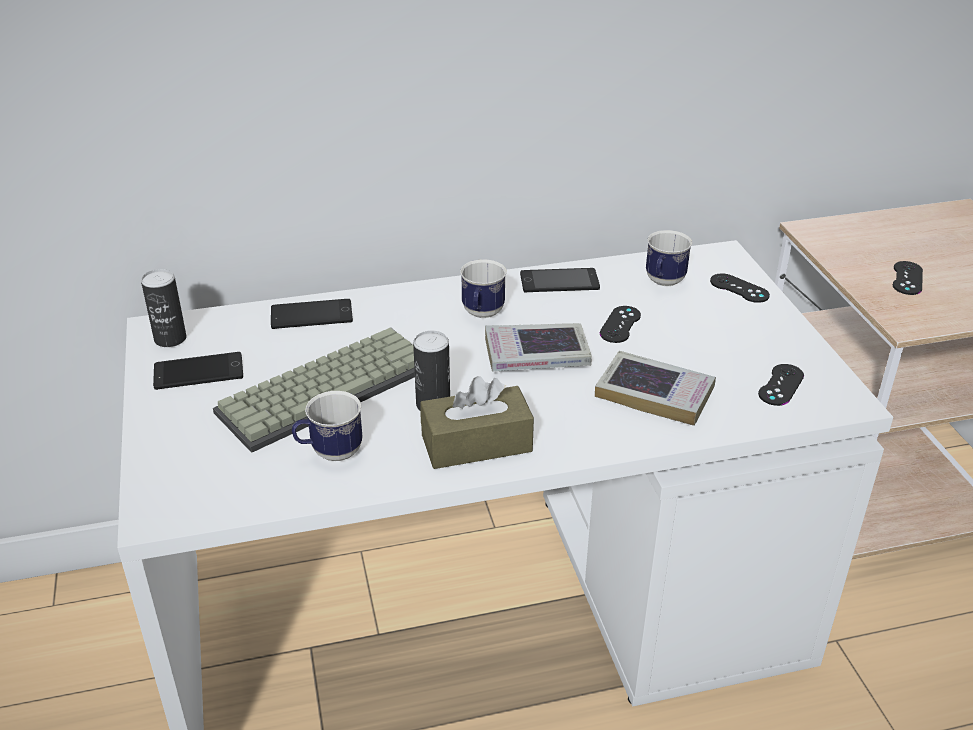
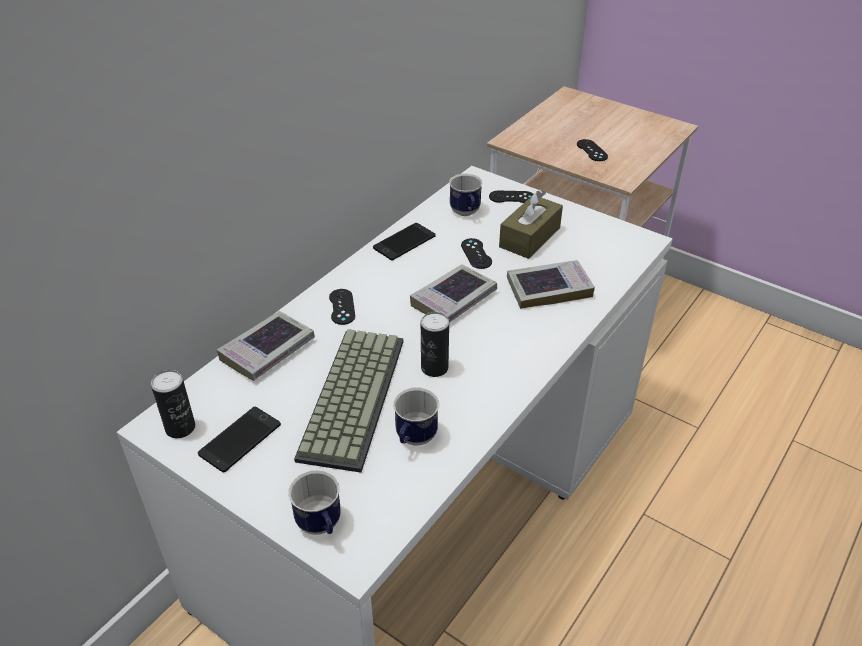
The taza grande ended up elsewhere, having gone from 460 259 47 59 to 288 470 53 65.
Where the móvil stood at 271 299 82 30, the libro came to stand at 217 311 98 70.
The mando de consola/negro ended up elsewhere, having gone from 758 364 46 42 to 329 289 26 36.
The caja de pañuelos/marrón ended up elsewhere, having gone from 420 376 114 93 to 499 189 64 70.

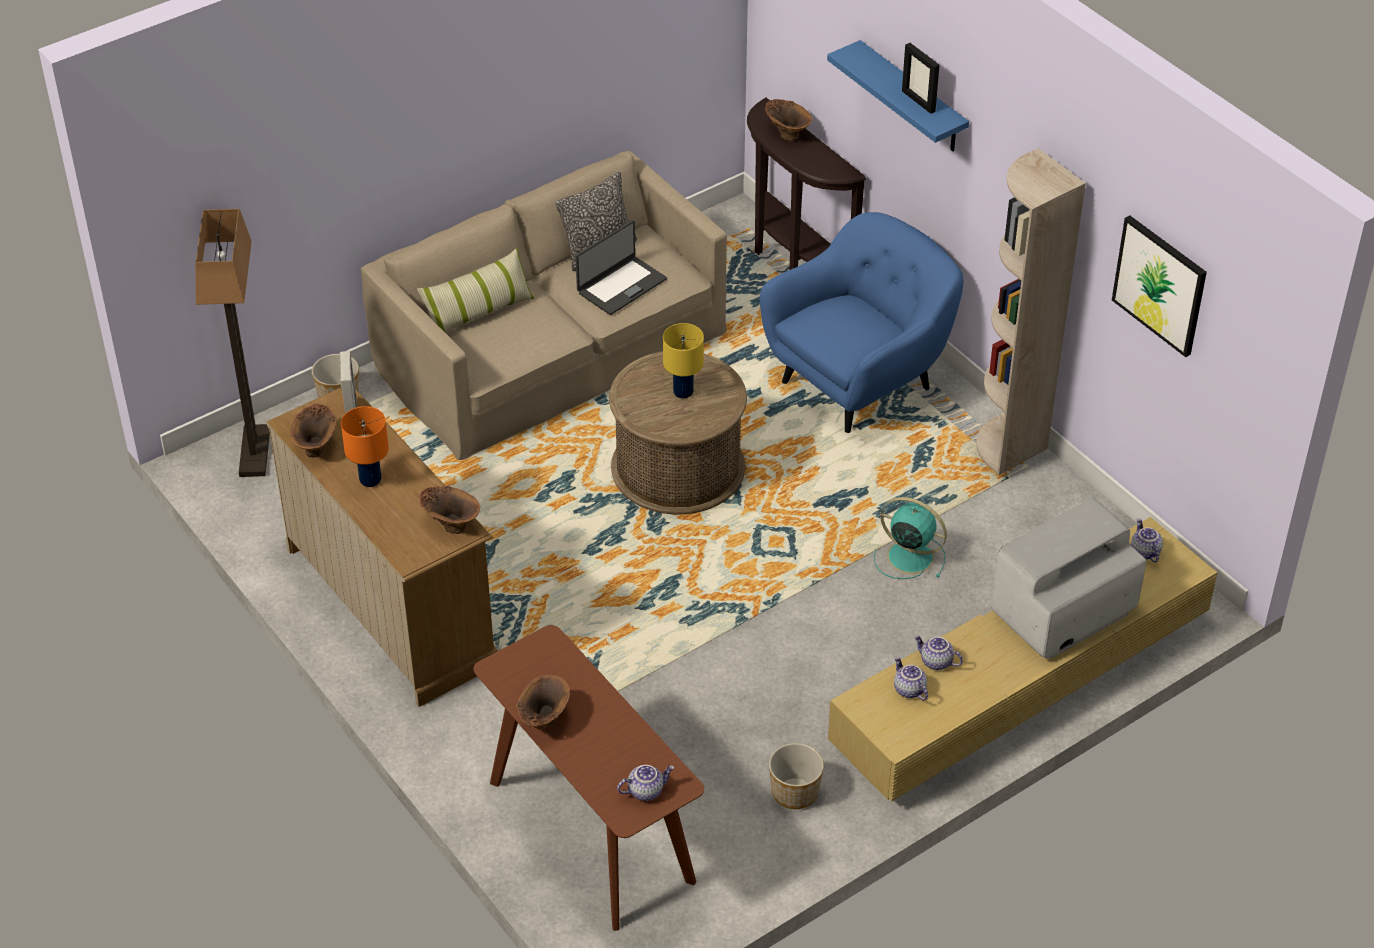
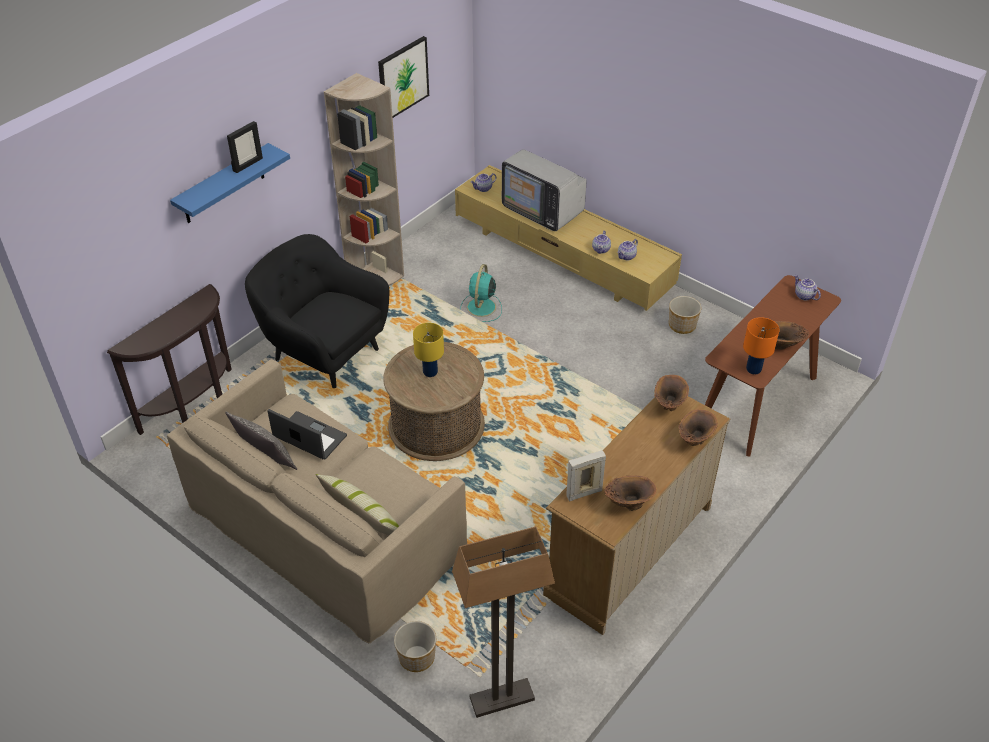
The florero/marrón ended up elsewhere, having gone from 765 99 47 43 to 678 409 40 37.
What was the sillón/azul at 760 212 203 221 turned into the sillón/negro at 245 234 145 154.
The lámpara de mesa/naranja ended up elsewhere, having gone from 341 406 48 81 to 743 317 36 57.

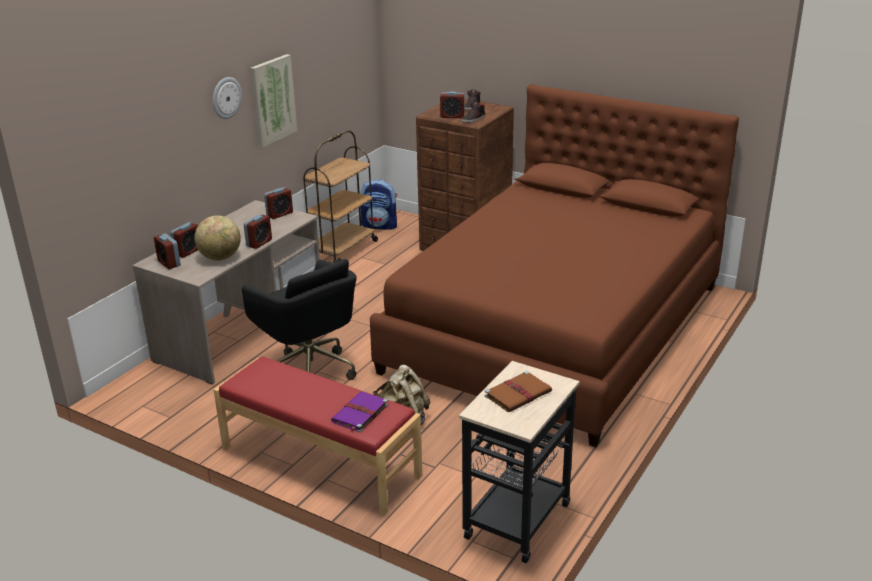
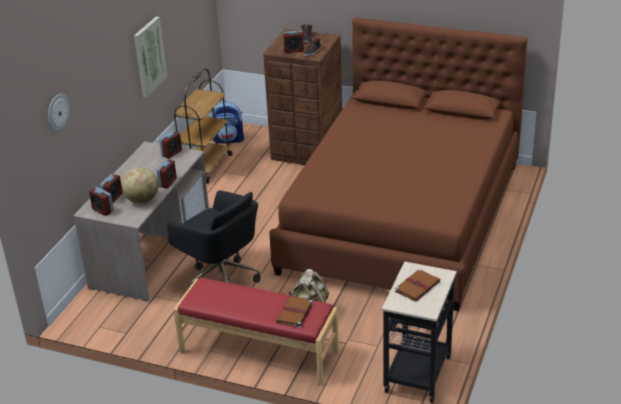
The reloj de pared ended up elsewhere, having gone from 213 77 29 42 to 48 94 22 38.
What was the libro/morado at 331 392 57 41 turned into the libro/marrón at 276 296 37 33.

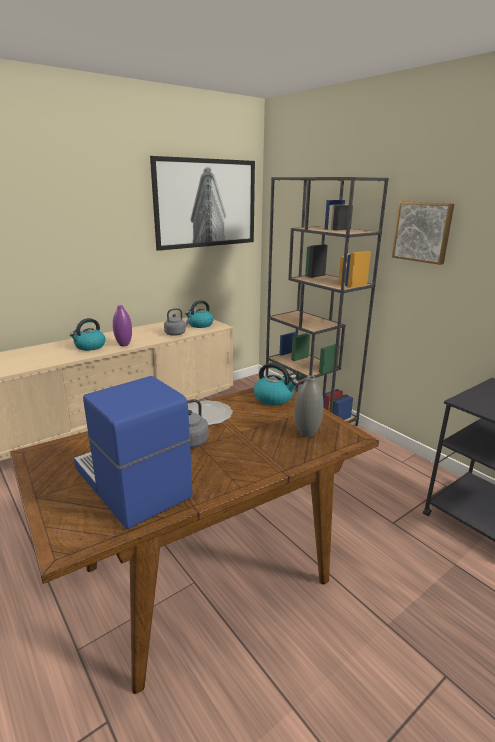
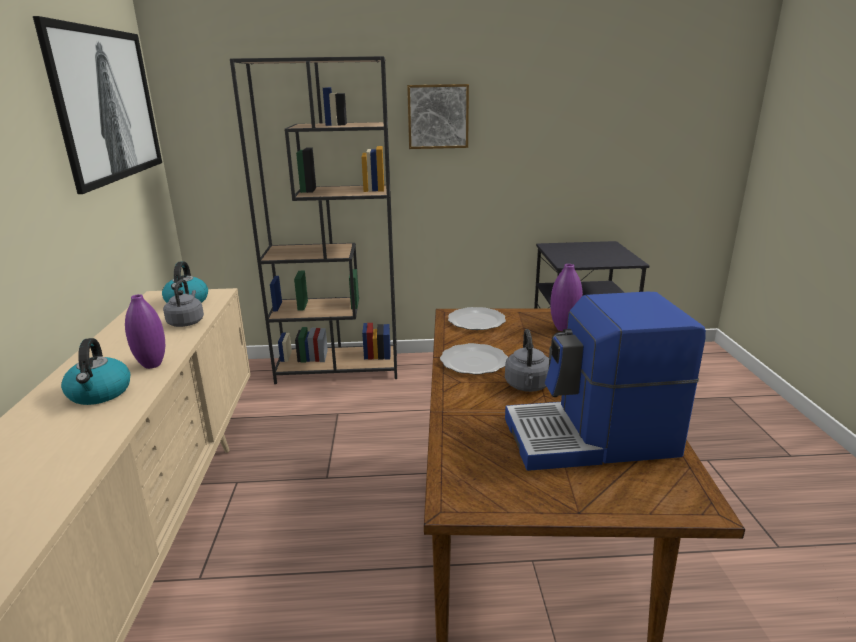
Where the hervidor stood at 254 362 45 43, the plato came to stand at 448 307 58 23.
What was the florero/gris at 294 376 30 61 turned into the florero/morado at 550 264 33 67.

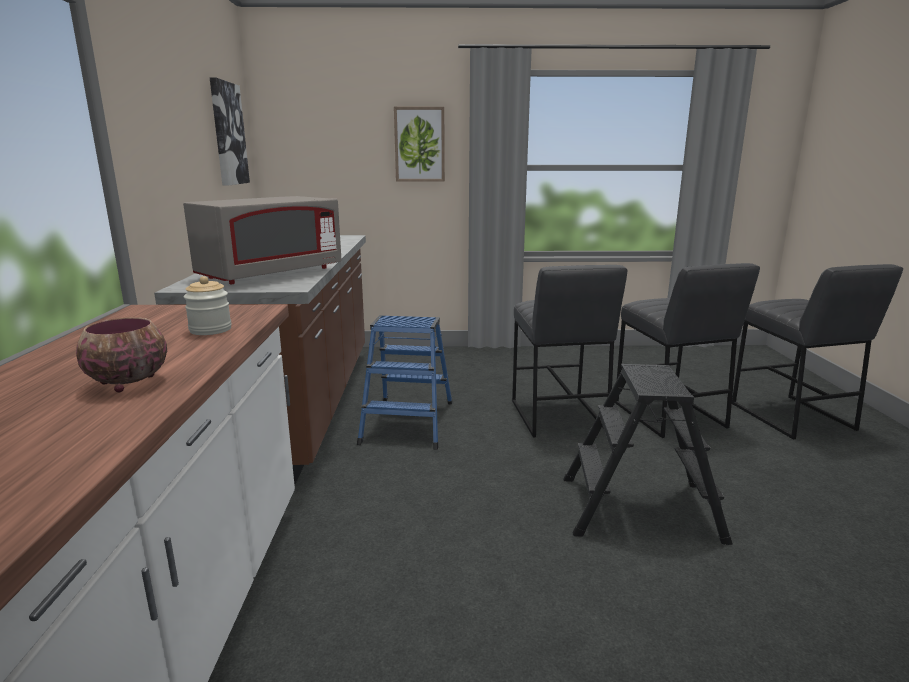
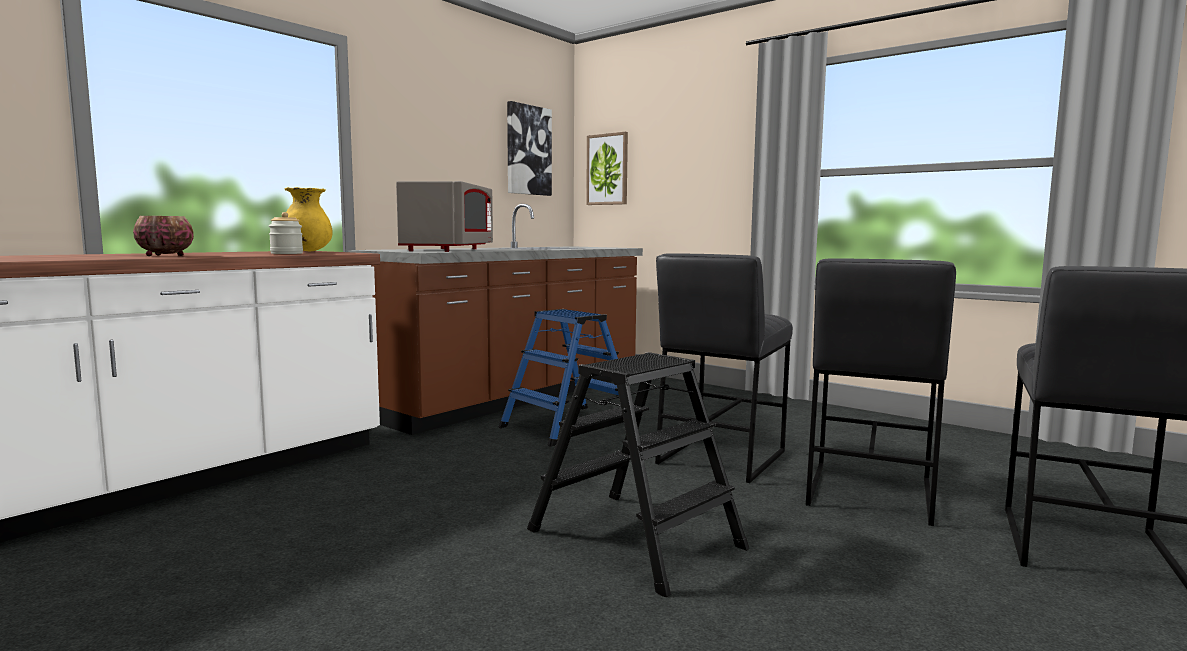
The cuadro ended up elsewhere, having gone from 394 107 51 75 to 586 132 42 73.
The microondas/gris at 183 196 158 88 ended up facing another way, 75 degrees counterclockwise from before.
The second view gained the florero/amarillo at 284 187 48 64.

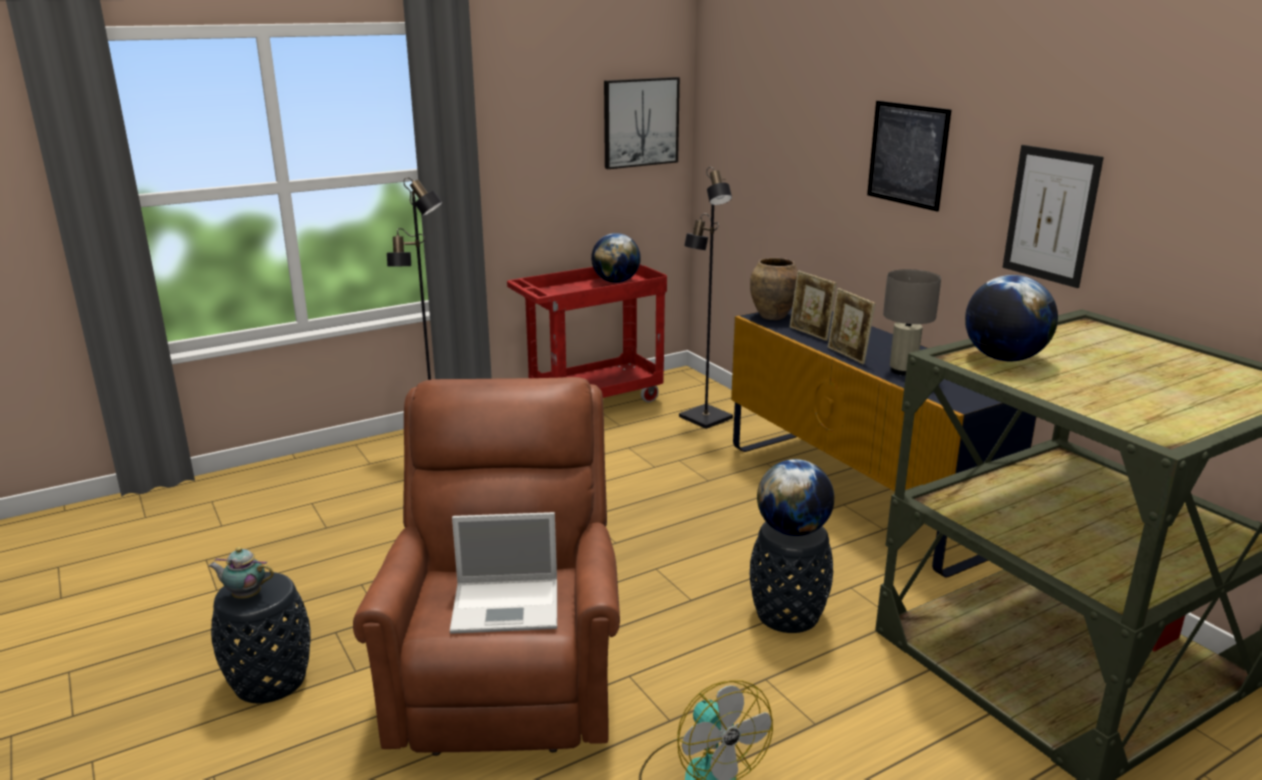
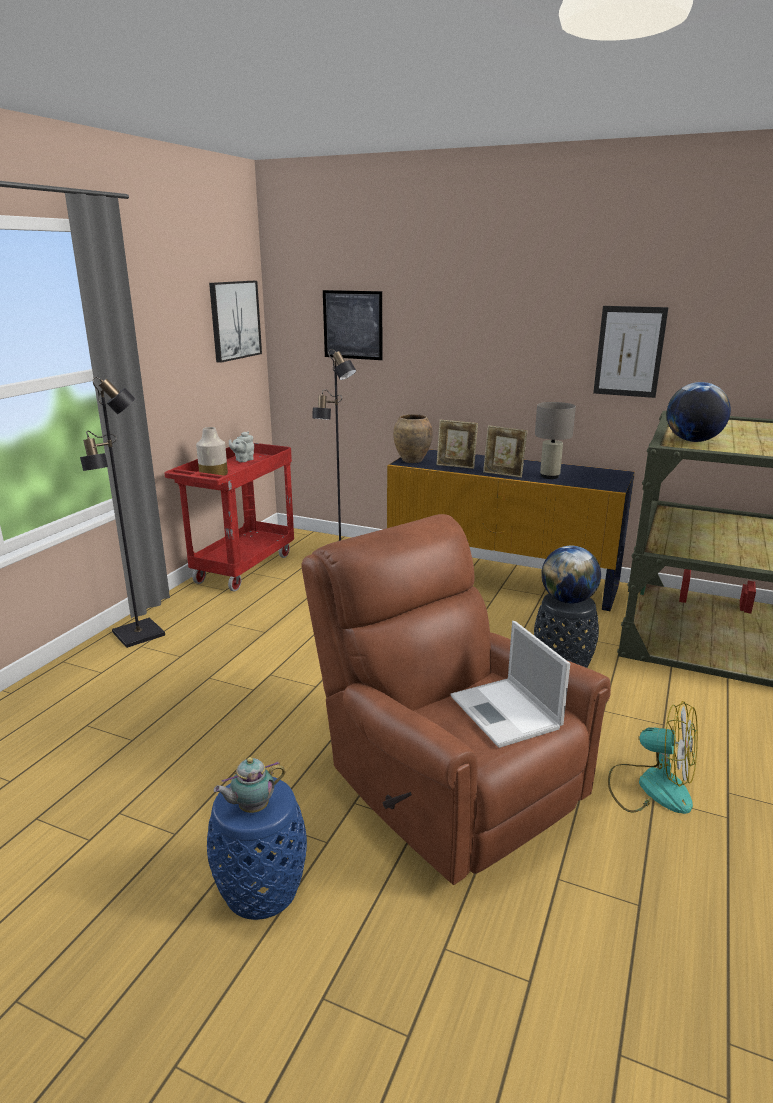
The cuadro ended up elsewhere, having gone from 867 101 84 110 to 323 290 59 70.
Where the globo terráqueo stood at 591 233 50 50, the tetera/gris came to stand at 229 431 25 31.
The portátil at 450 512 107 122 ended up facing another way, 105 degrees clockwise from before.
What was the taburete/negro at 211 572 100 131 turned into the taburete/azul at 207 777 100 143.
The second view gained the florero/beis at 196 427 32 49.

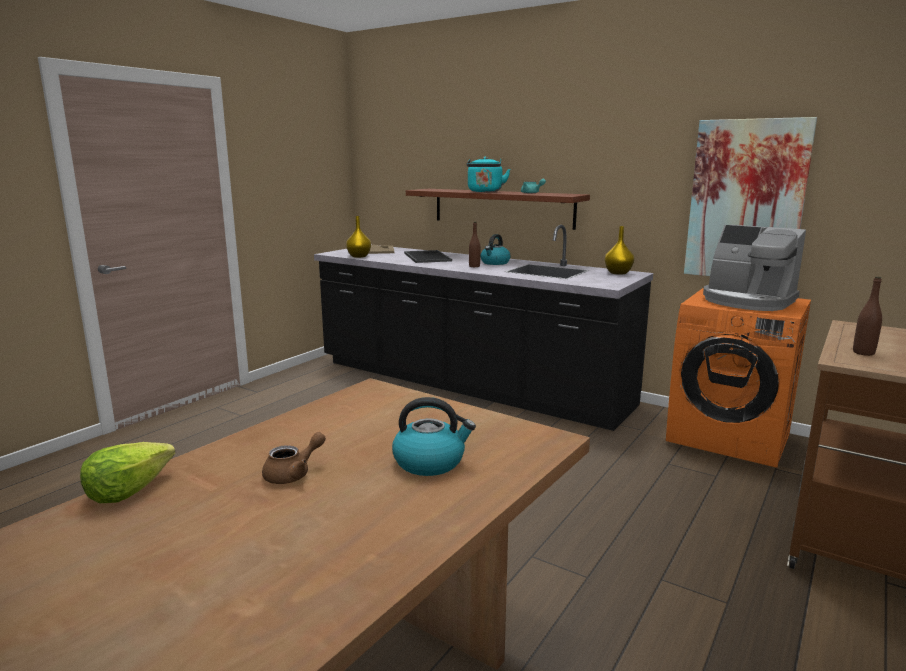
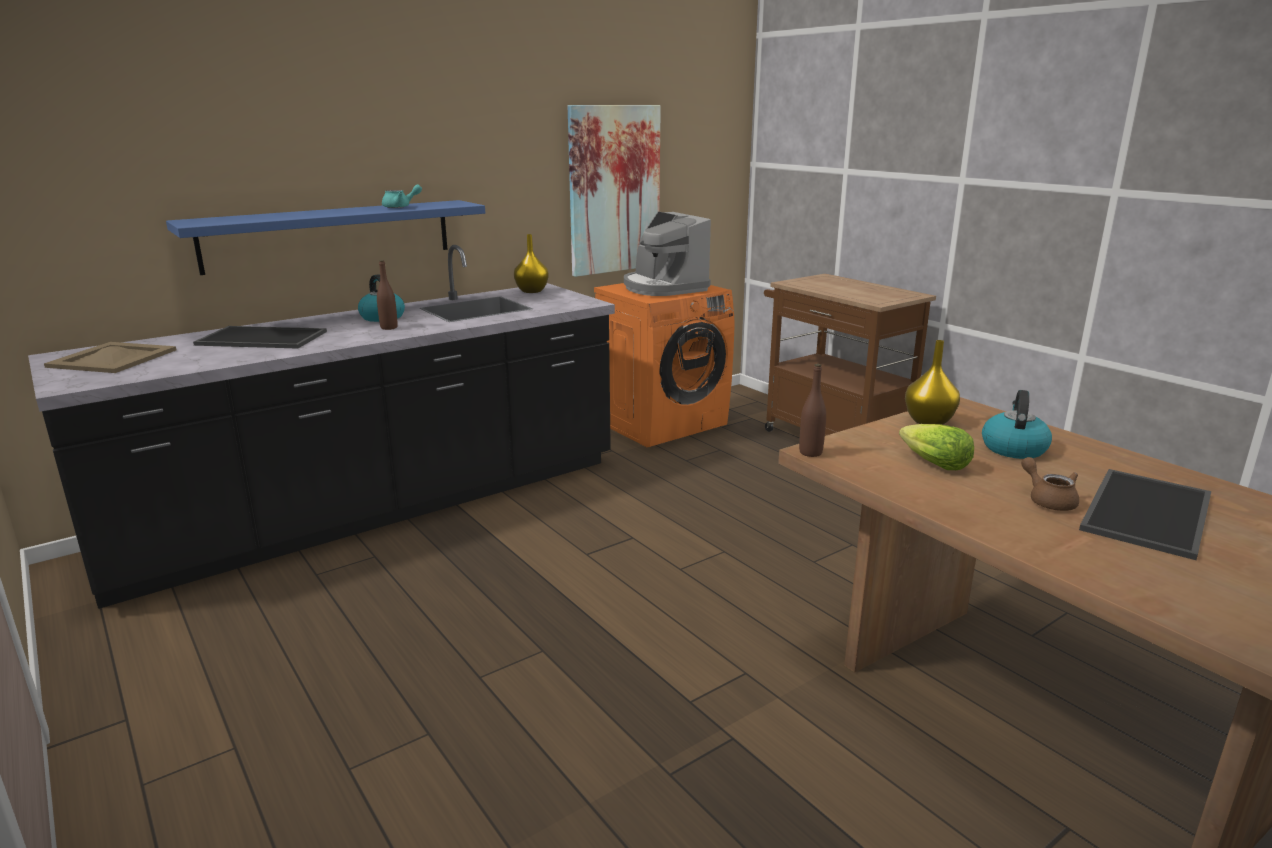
The second view lost the hervidor/turquesa at 467 156 43 36.
What was the estante/marrón at 406 189 184 41 turned into the estante/azul at 166 200 319 75.
The florero/amarillo ended up elsewhere, having gone from 346 216 25 42 to 905 340 55 85.
The cafetera at 703 225 103 86 ended up facing another way, 90 degrees clockwise from before.
The botella/marrón ended up elsewhere, having gone from 853 276 29 80 to 799 364 27 93.
The lechuga ended up elsewhere, having gone from 80 442 95 61 to 899 424 75 46.
The second view gained the bandeja at 1079 469 132 91.

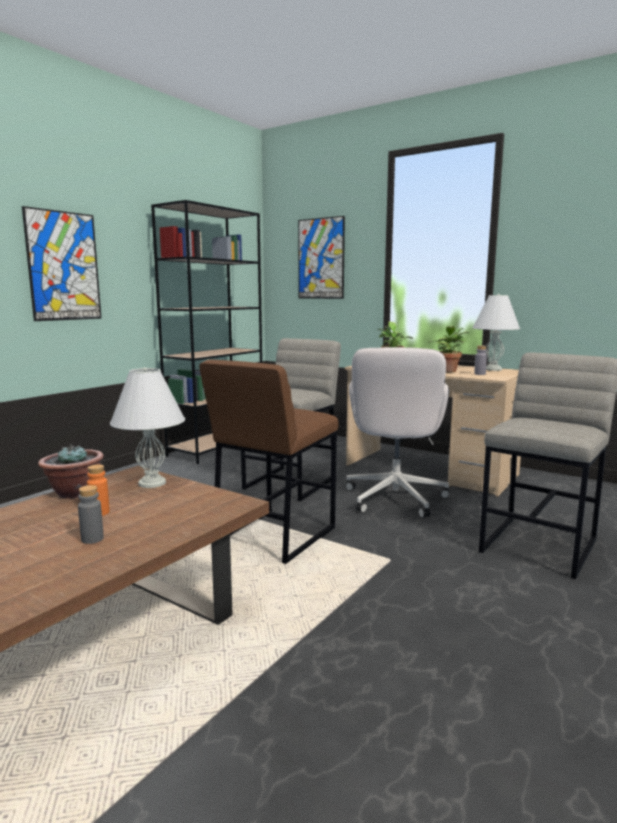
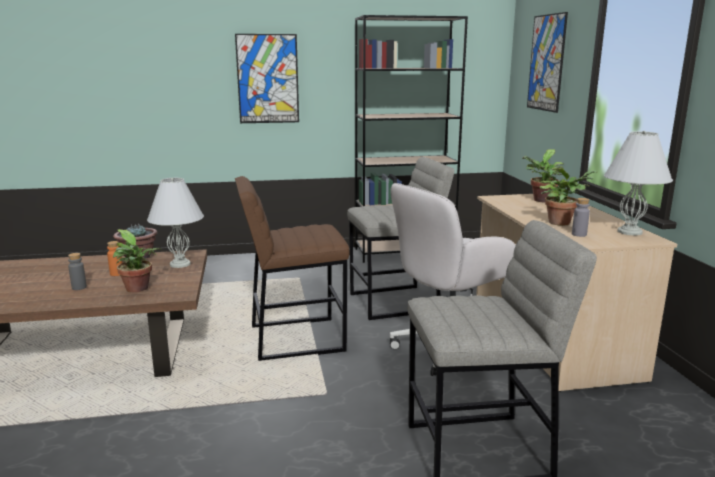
The second view gained the planta en maceta at 113 229 49 64.

